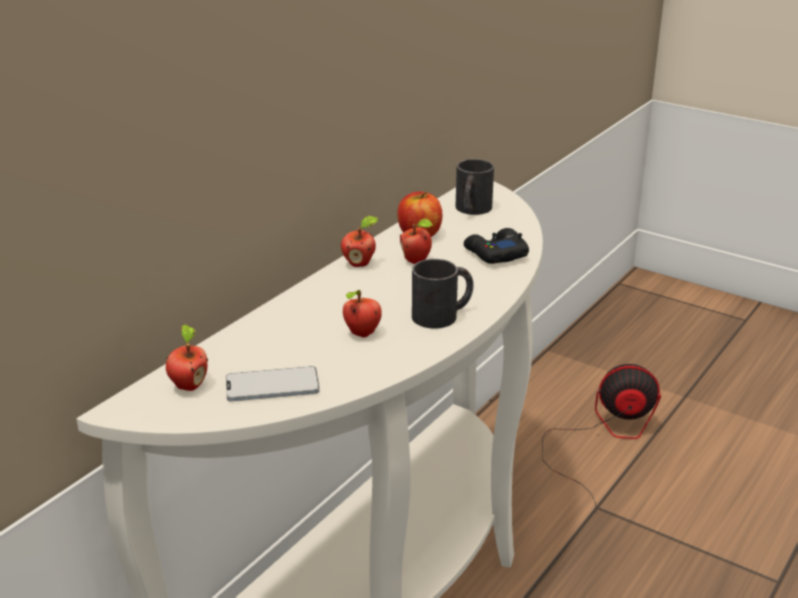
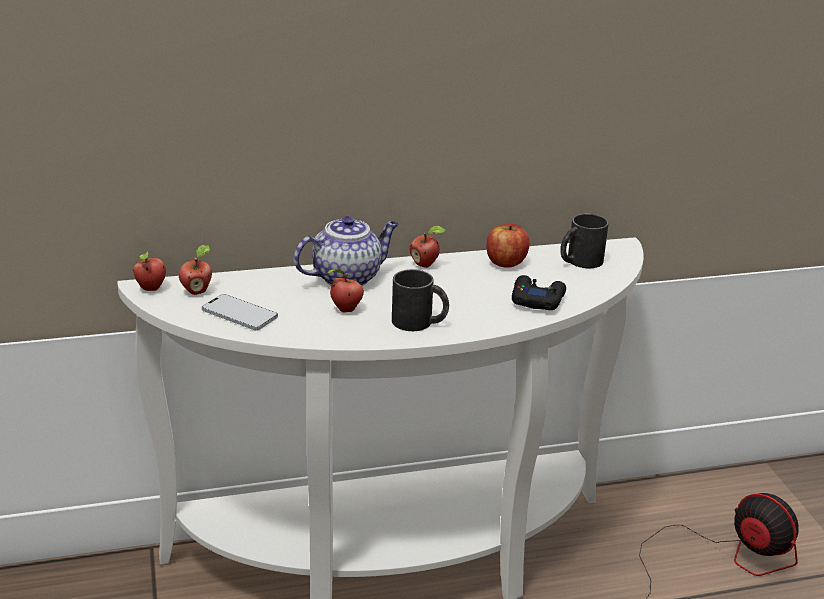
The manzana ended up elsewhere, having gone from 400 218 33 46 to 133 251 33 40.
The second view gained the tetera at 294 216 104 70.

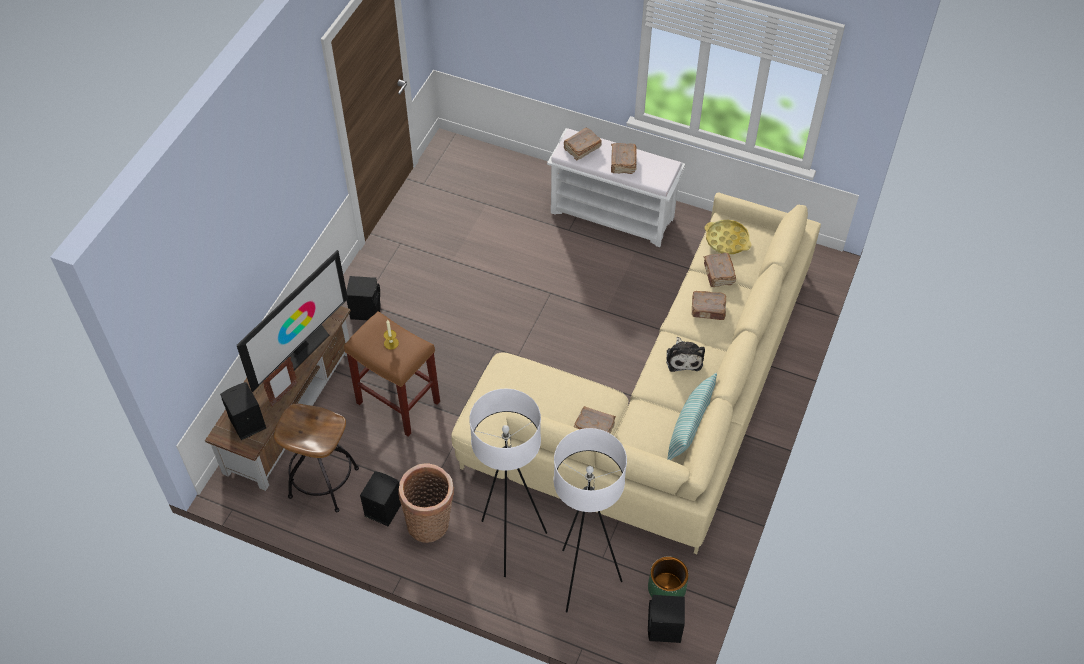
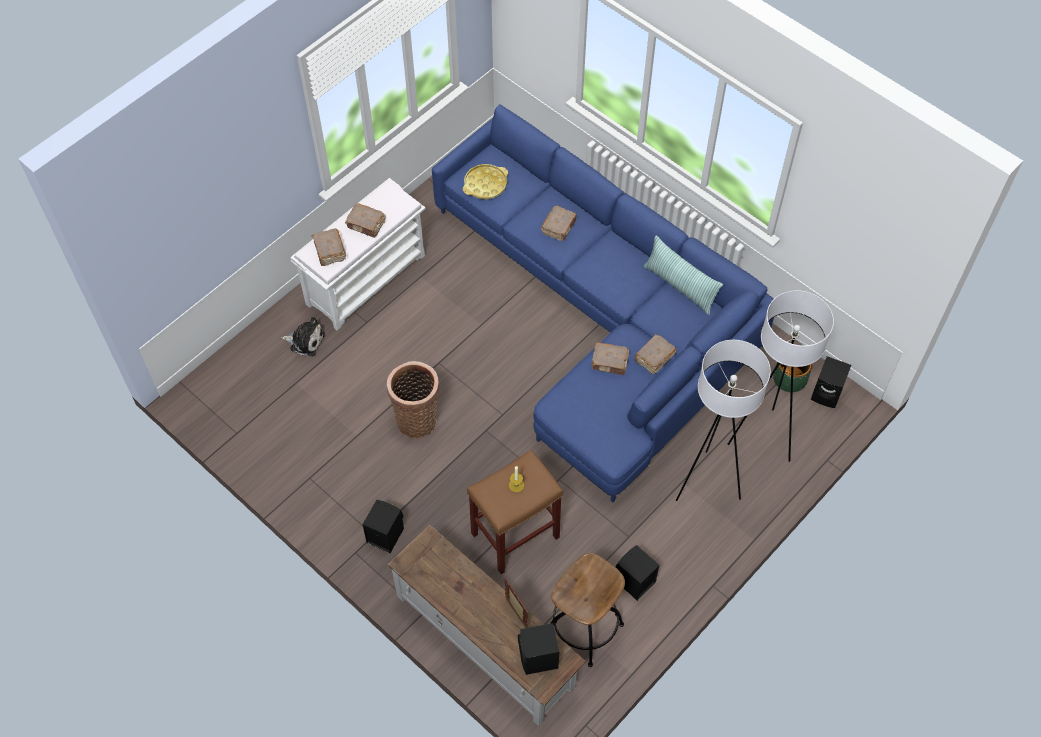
What was the sofá/beis at 451 192 370 362 turned into the sofá/azul at 432 104 342 398.
The second view lost the televisor at 237 250 111 142.
The libro/marrón ended up elsewhere, having gone from 703 253 33 34 to 591 342 38 33.
The peluche ended up elsewhere, having gone from 666 337 39 35 to 281 317 44 39.
The cesta ended up elsewhere, having gone from 398 463 56 80 to 387 361 52 78.

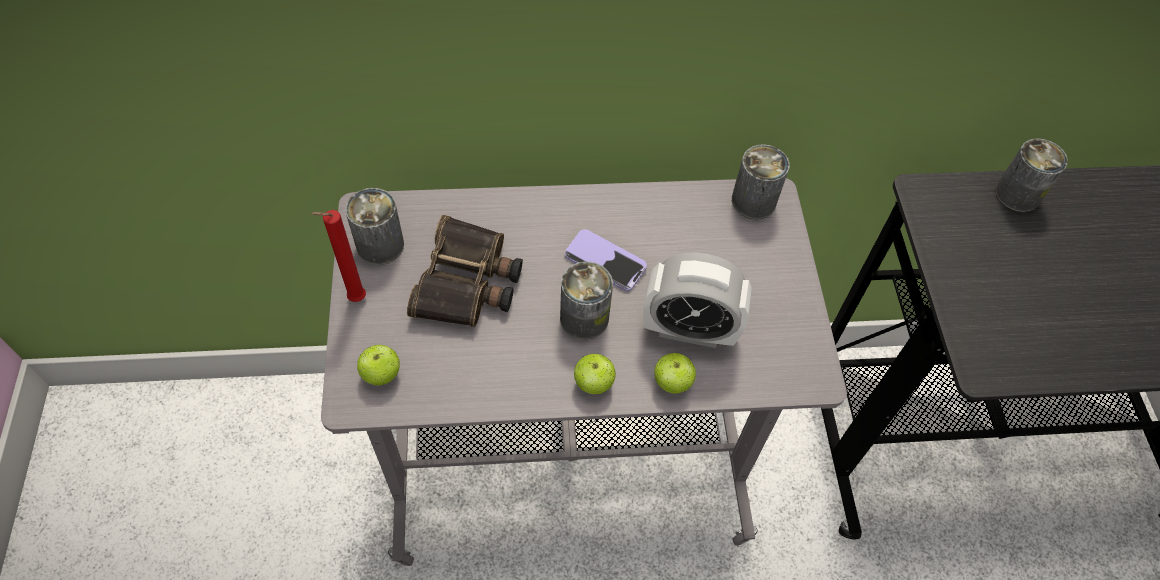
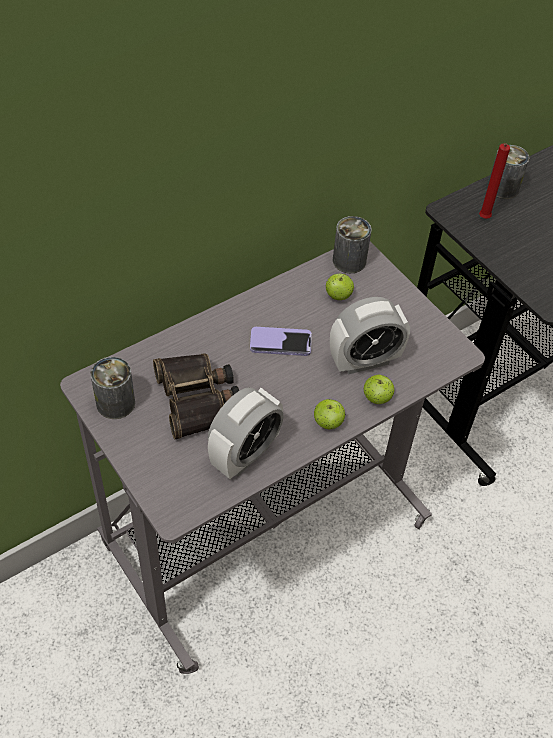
The vela/rojo ended up elsewhere, having gone from 311 210 55 92 to 479 143 31 76.
The second view lost the lata at 560 261 53 79.
The manzana ended up elsewhere, having gone from 357 344 43 41 to 326 273 28 27.
The second view gained the despertador at 208 387 76 92.

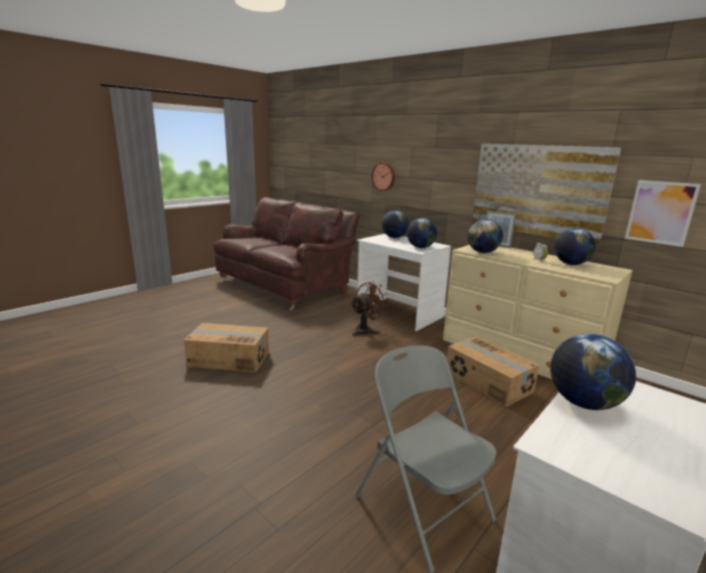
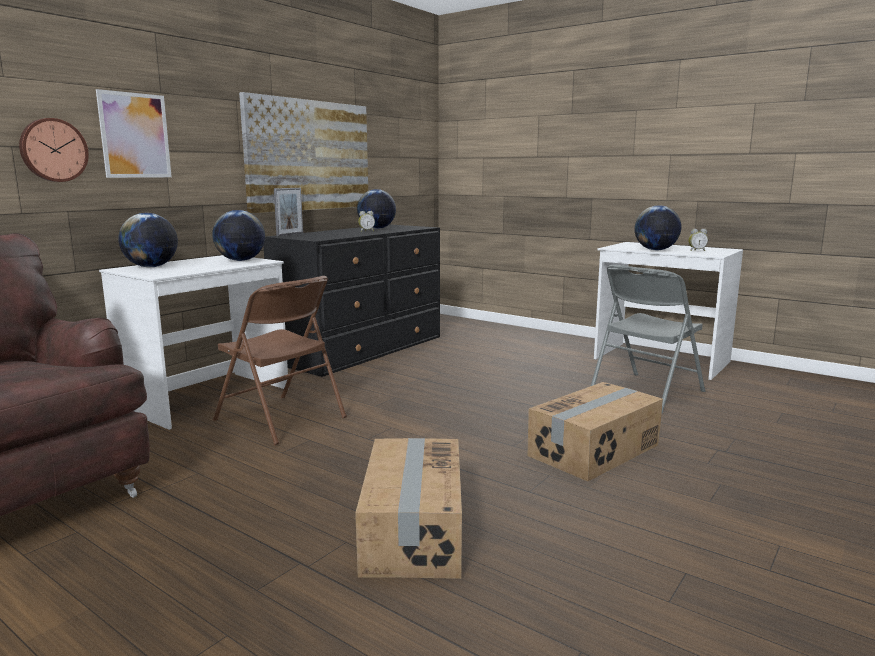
The cuadro ended up elsewhere, having gone from 625 180 76 67 to 96 89 76 89.
The second view lost the globo terráqueo at 468 219 35 34.
What was the cómoda/beis at 443 245 190 134 turned into the cómoda/negro at 263 224 177 153.
Where the ventilador/marrón stood at 350 281 38 55, the silla/marrón came to stand at 213 276 134 170.
The caja de cartón ended up elsewhere, having gone from 447 336 92 71 to 527 382 136 100.
The second view gained the despertador at 688 229 20 22.

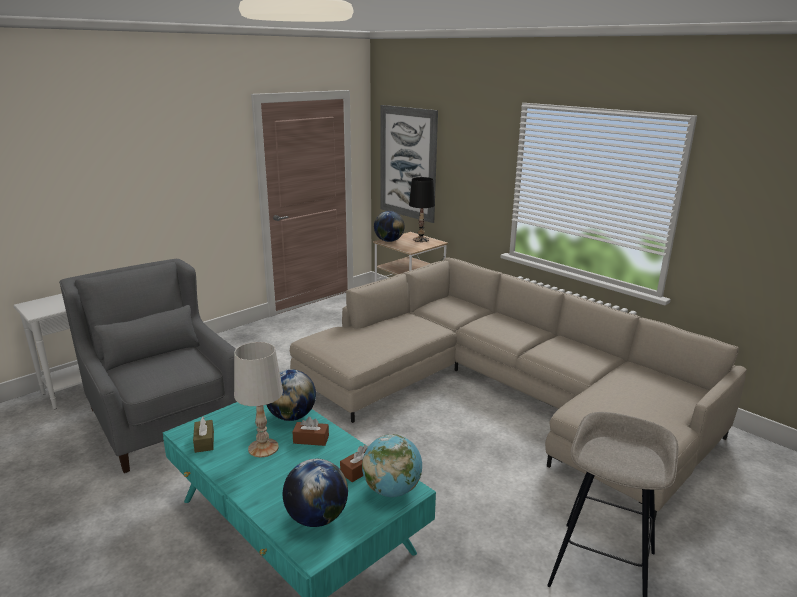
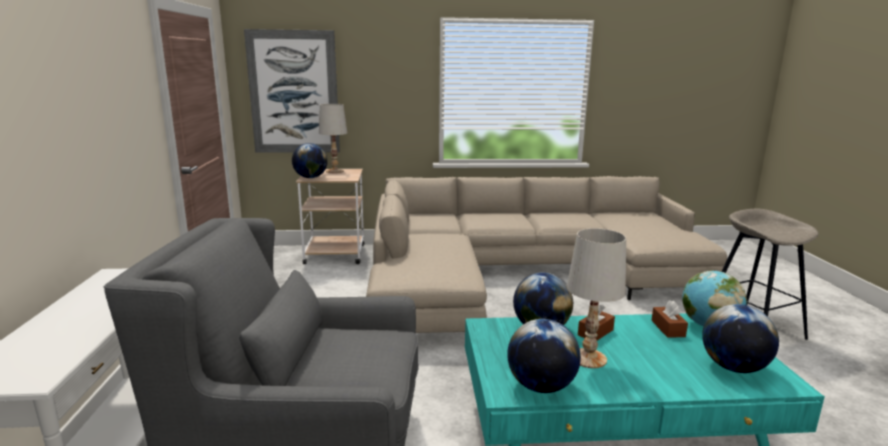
What was the lámpara de mesa/negro at 409 177 26 65 turned into the lámpara de mesa/blanco at 319 104 28 69.
Where the caja de pañuelos/marrón stood at 193 416 21 37, the globo terráqueo came to stand at 507 319 74 74.

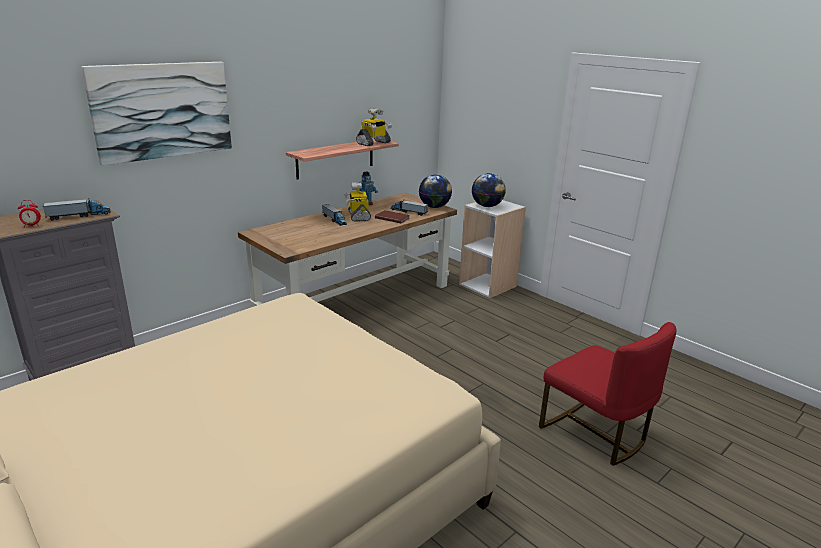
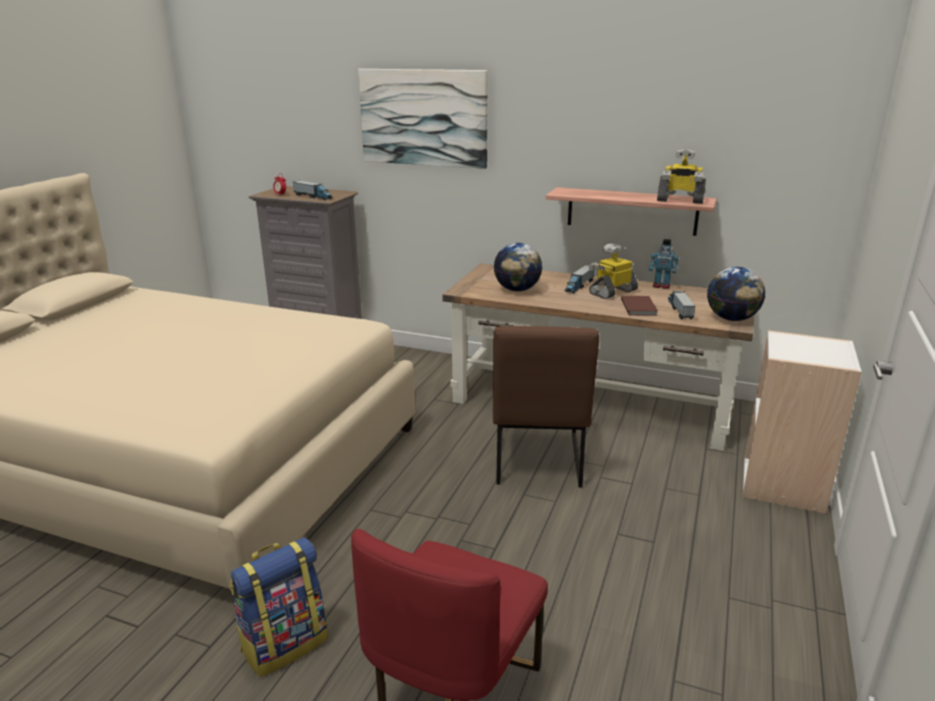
The globo terráqueo ended up elsewhere, having gone from 472 173 34 34 to 494 243 48 48.
The second view gained the silla/marrón at 493 326 106 162.
The second view gained the mochila at 230 537 98 140.

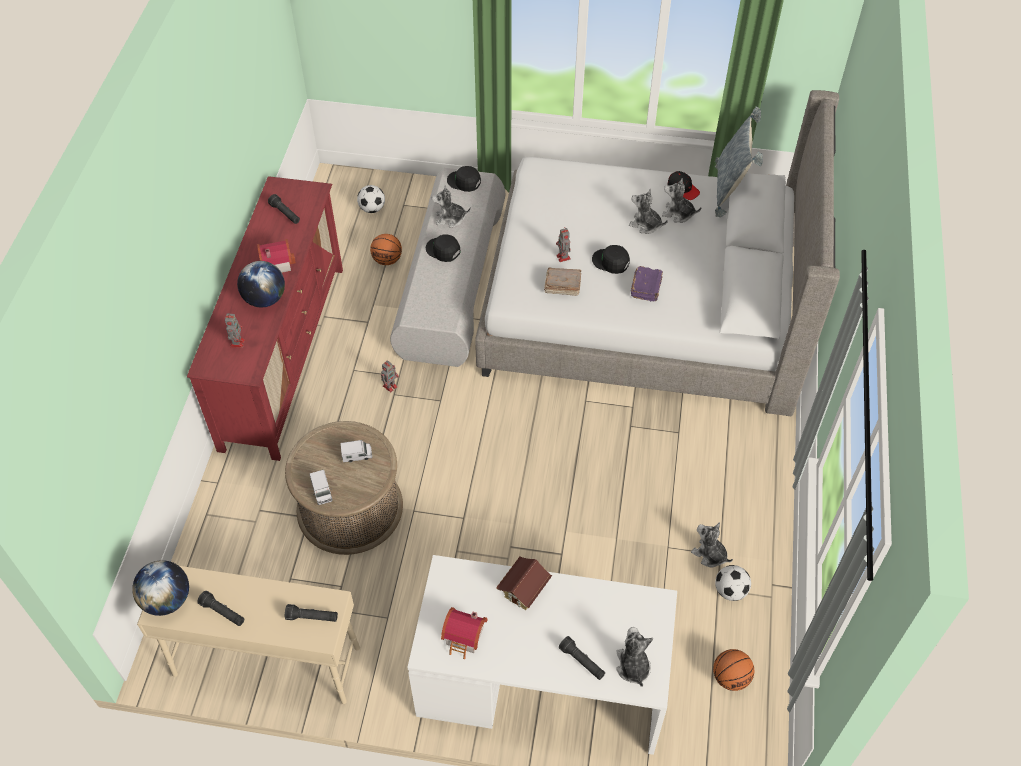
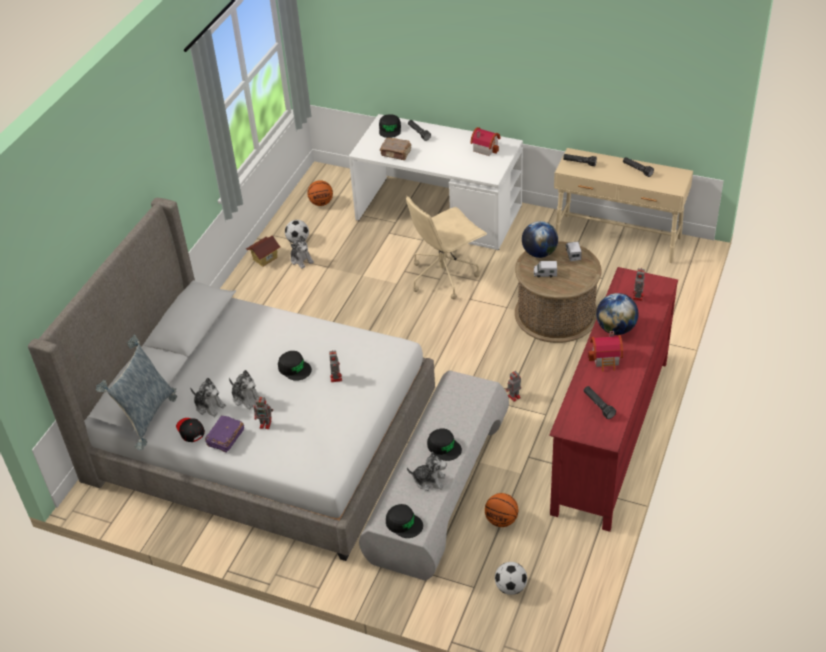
The libro/morado ended up elsewhere, having gone from 631 266 32 35 to 205 415 39 38.
The libro/marrón ended up elsewhere, having gone from 544 267 37 29 to 380 137 31 23.
The casita ended up elsewhere, having gone from 496 556 56 54 to 246 235 35 32.
The globo terráqueo ended up elsewhere, having gone from 132 560 57 56 to 522 221 36 37.
Where the peluche stood at 616 627 37 60, the gorra/negro came to stand at 379 114 22 24.
The second view gained the silla de oficina/beis at 406 196 81 103.
The second view gained the robot de juguete at 253 397 20 32.

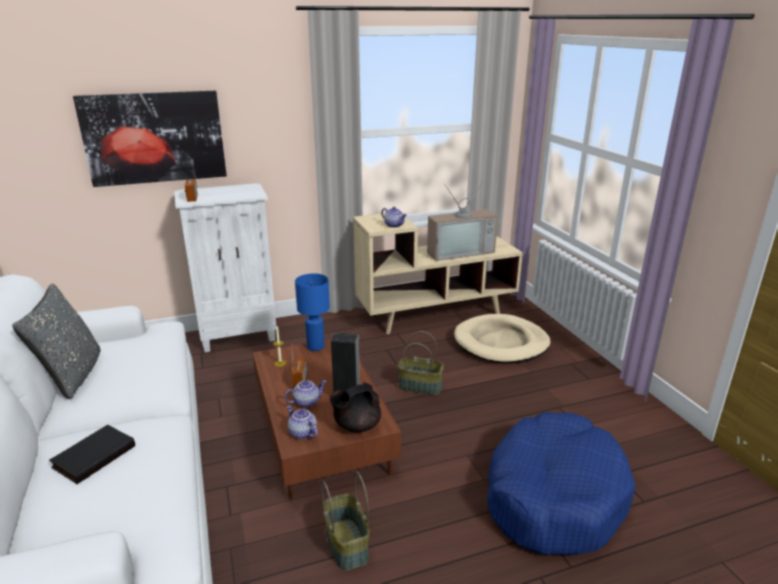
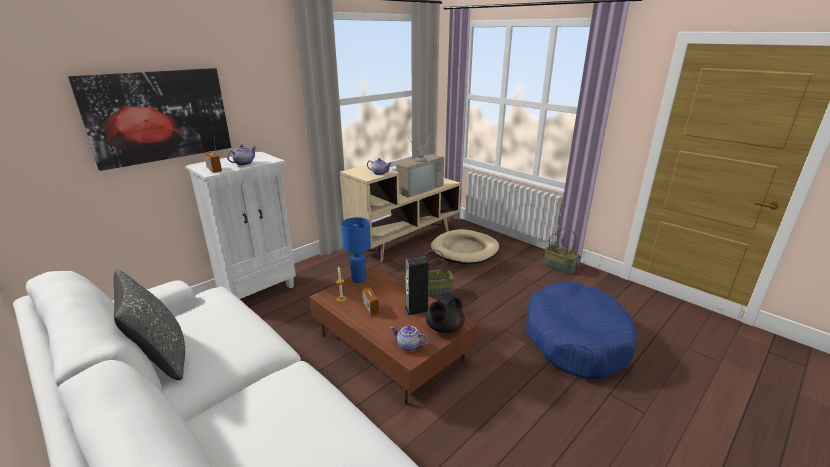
The tetera ended up elsewhere, having gone from 284 380 43 28 to 227 145 29 20.
The second view lost the libro/negro at 49 425 86 59.
The cesta ended up elsewhere, having gone from 321 471 49 100 to 544 228 35 47.

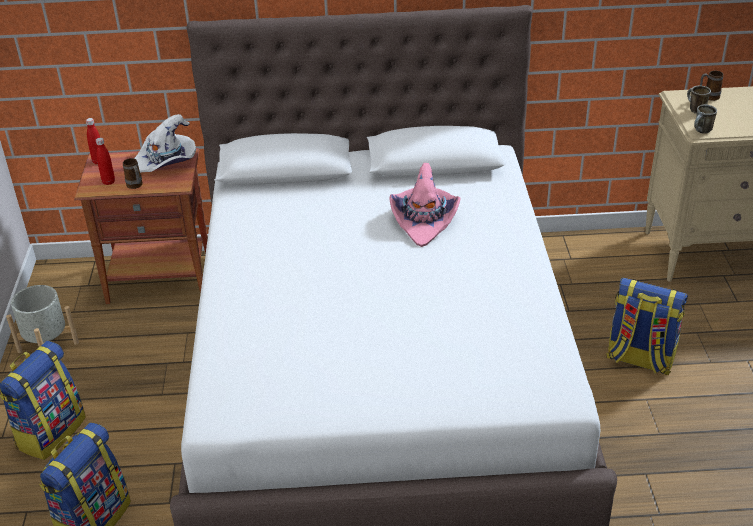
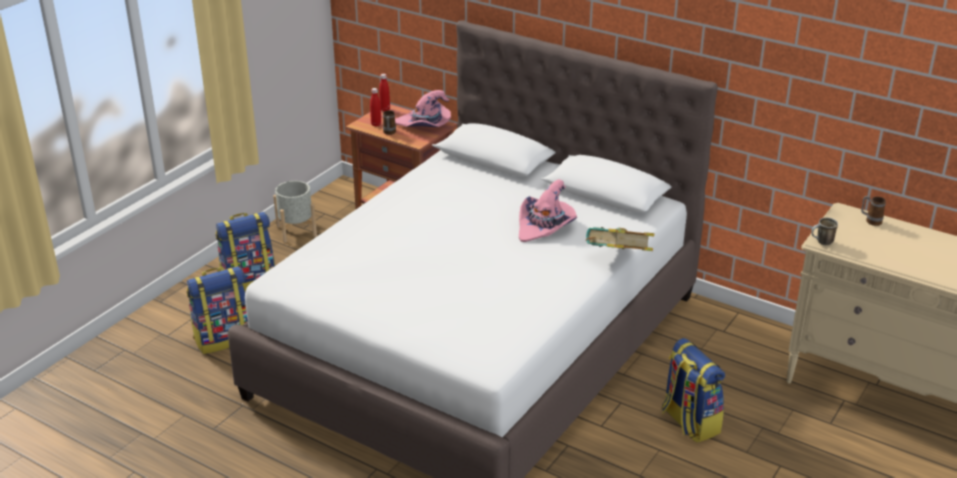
The second view lost the taza grande at 687 86 24 28.
What was the sombrero/blanco at 134 114 62 59 turned into the sombrero/rosa at 395 90 56 37.
The second view gained the libro at 586 227 68 24.

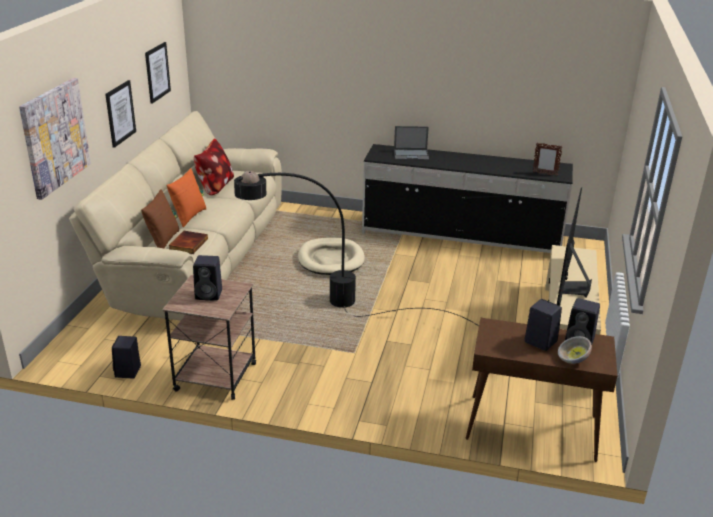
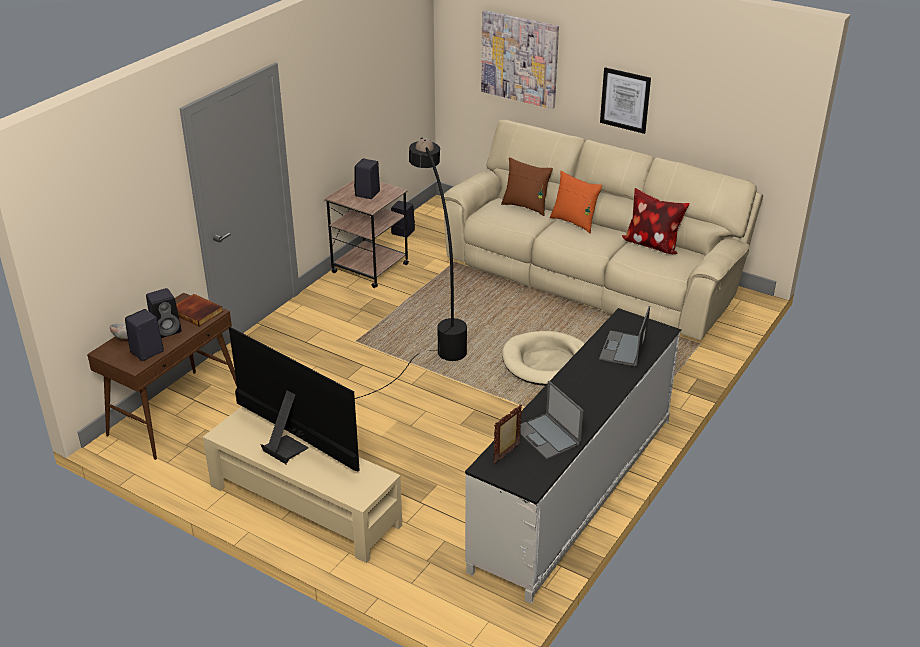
The second view lost the cuadro at 145 42 26 62.
The libro ended up elsewhere, having gone from 168 231 40 23 to 176 294 47 33.
The second view gained the portátil at 520 381 63 78.

